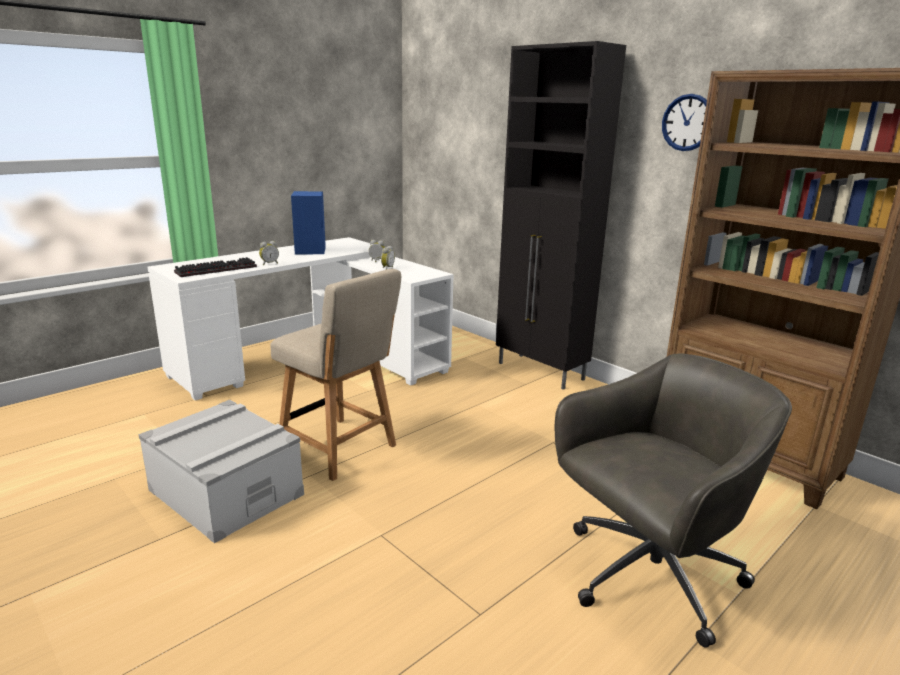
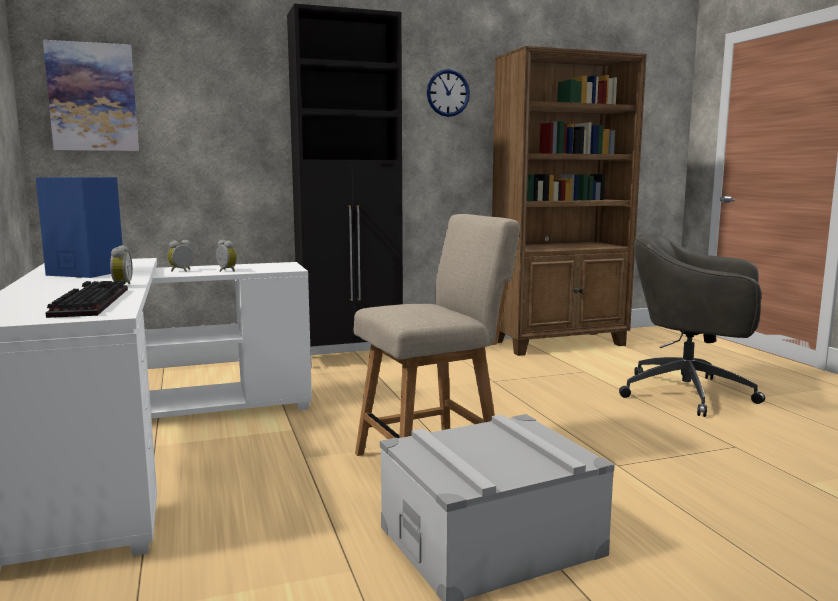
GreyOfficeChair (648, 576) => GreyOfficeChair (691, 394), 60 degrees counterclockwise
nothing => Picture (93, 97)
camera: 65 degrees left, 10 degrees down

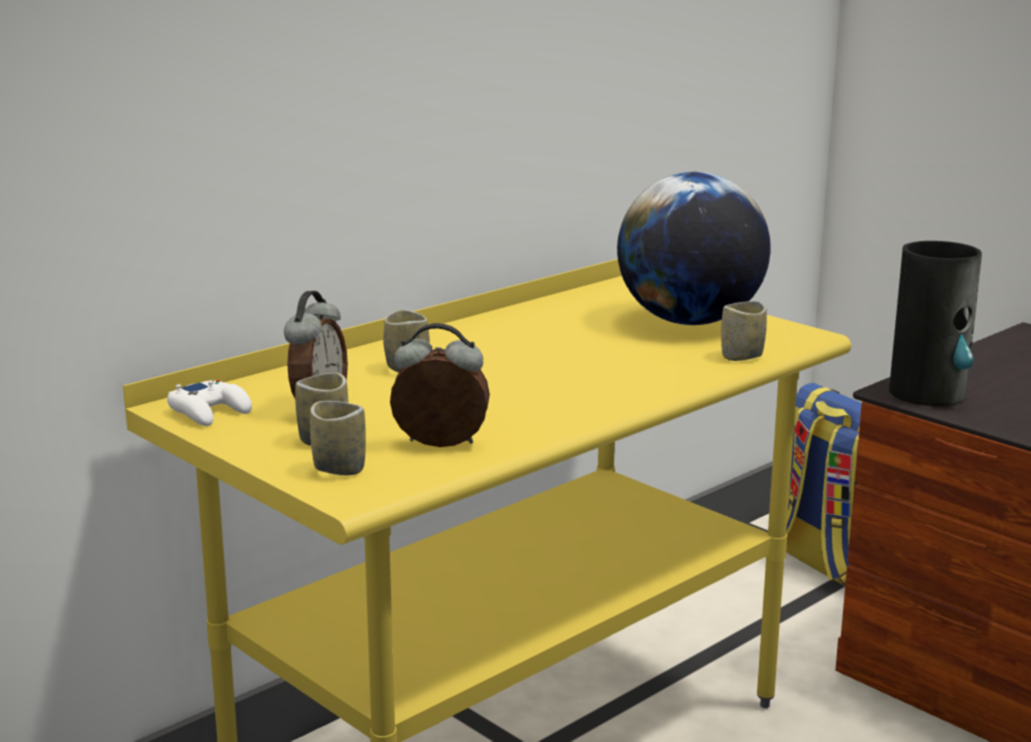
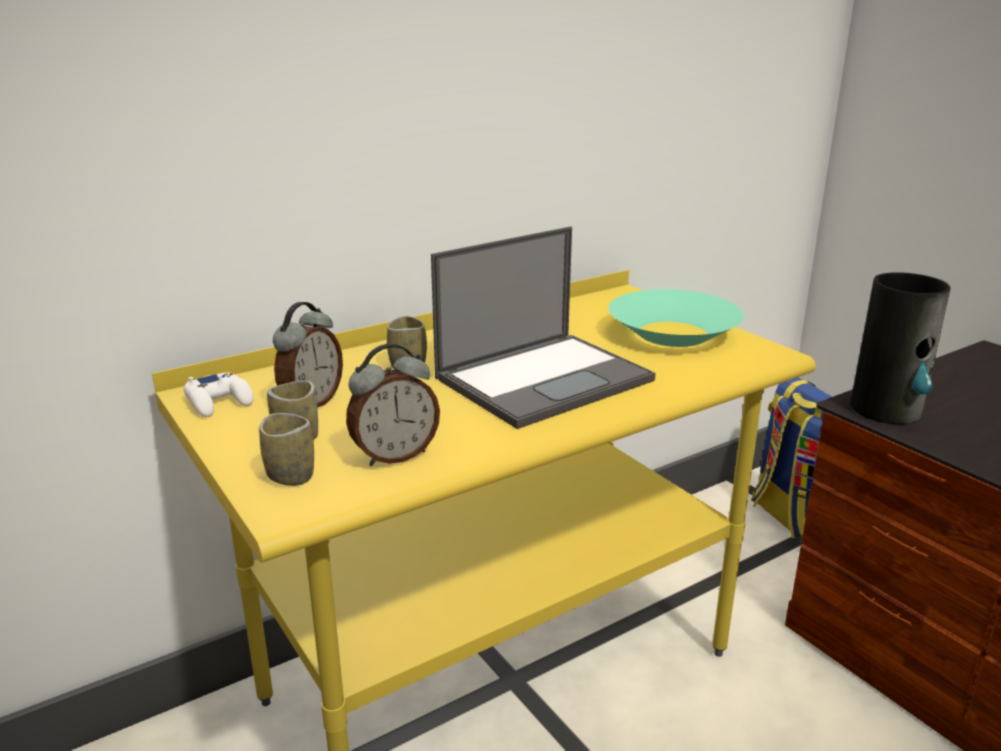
AlarmClock (440, 445) => AlarmClock (394, 455), 135 degrees clockwise
Globe (690, 322) => TurquoiseBowl (672, 333)
Cup (742, 356) => nothing
nothing => Laptop (545, 378)
camera: 10 degrees right, 5 degrees up

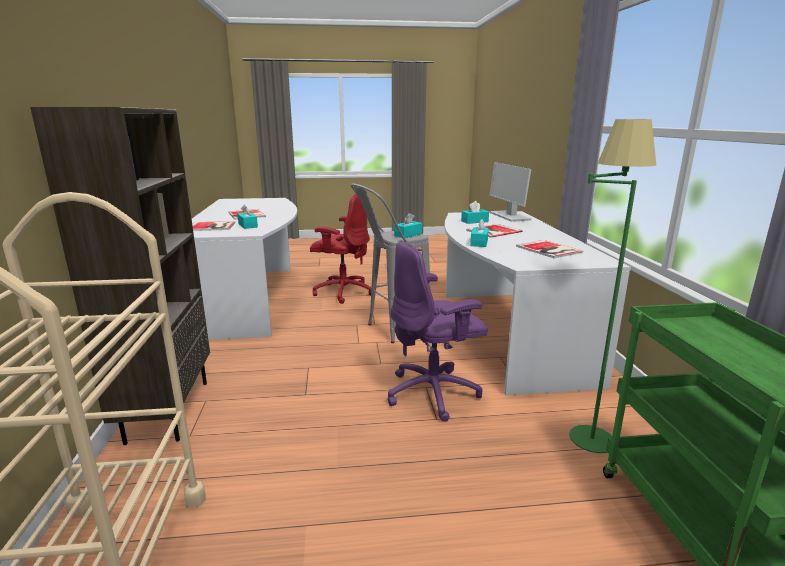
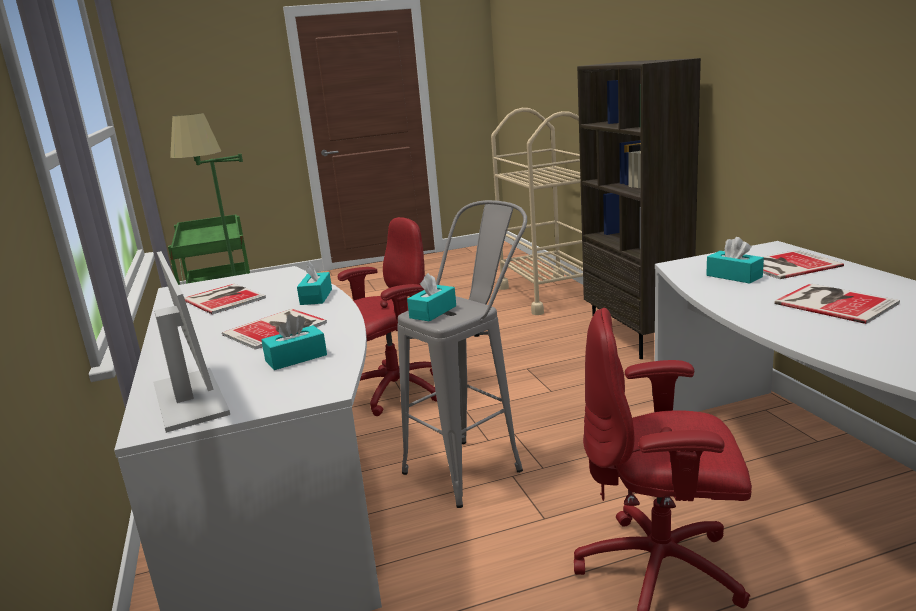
PurpleOfficeChair (434, 393) => RedOfficeChair (394, 391)
camera: 170 degrees right, 0 degrees up

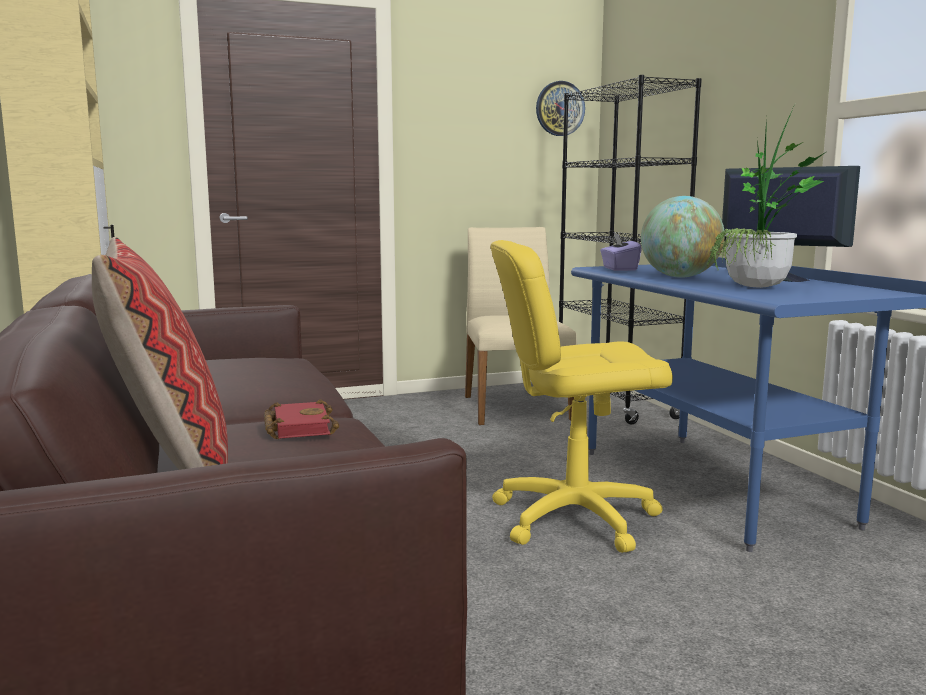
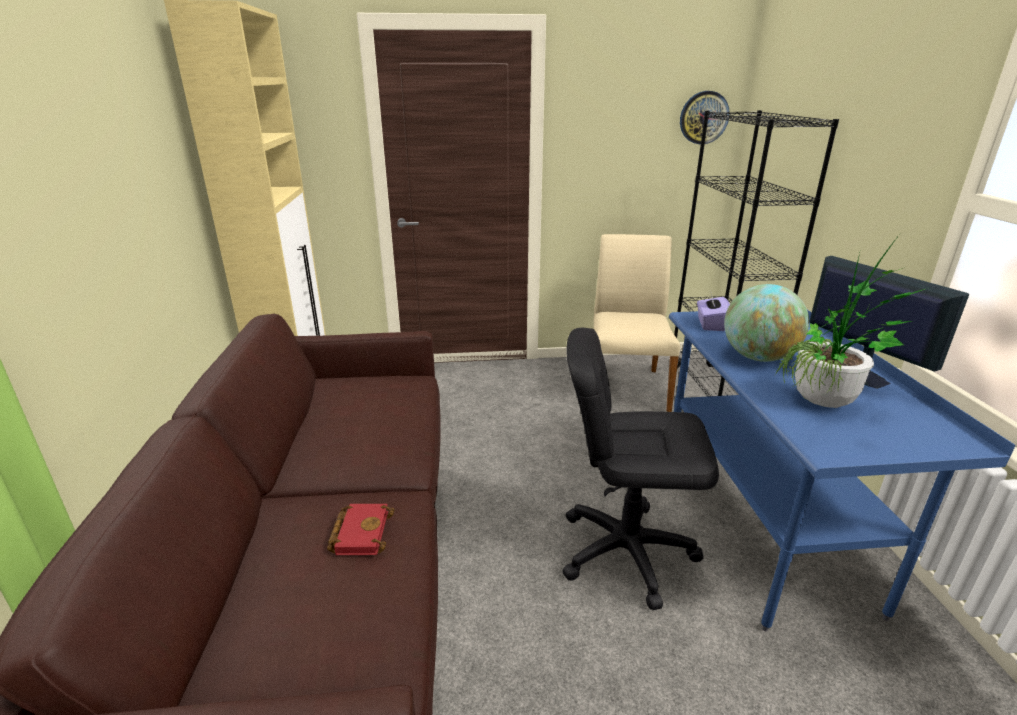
Pillow (172, 469) => nothing
YellowOfficeChair (574, 518) => BlackOfficeChair (626, 551)
camera: 15 degrees right, 15 degrees up

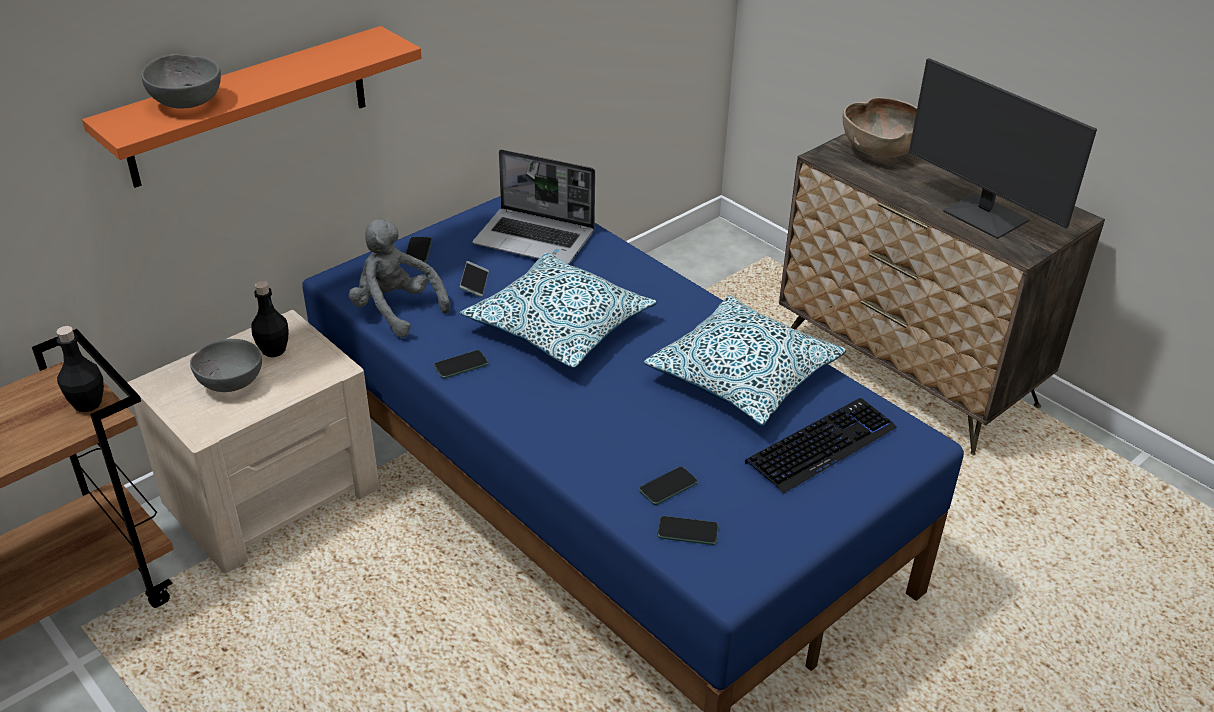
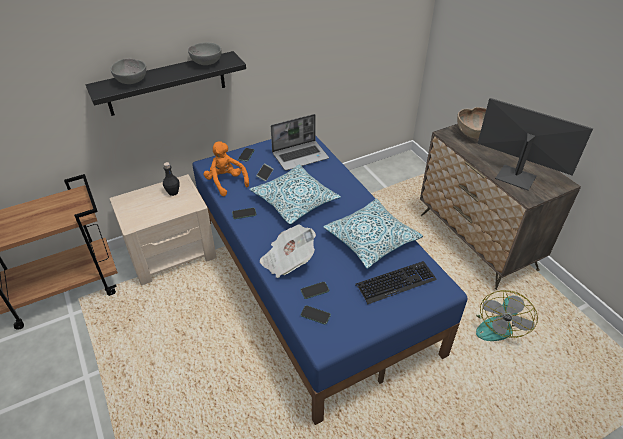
BlackBottle (88, 404) => nothing
OrangeShelf (248, 107) => BlackShelf (166, 84)
GreyBowl (229, 382) => GreyBowl (206, 63), shifted
GreyPlushToy (396, 310) => OrangePlushToy (226, 182)
Laptop (536, 239) => Laptop (300, 156), 60 degrees counterclockwise
Monitor (984, 217) => Monitor (516, 176), 150 degrees clockwise
nothing => Newspaper (287, 260)
nothing => Fan (496, 324)
camera: 15 degrees right, 5 degrees up

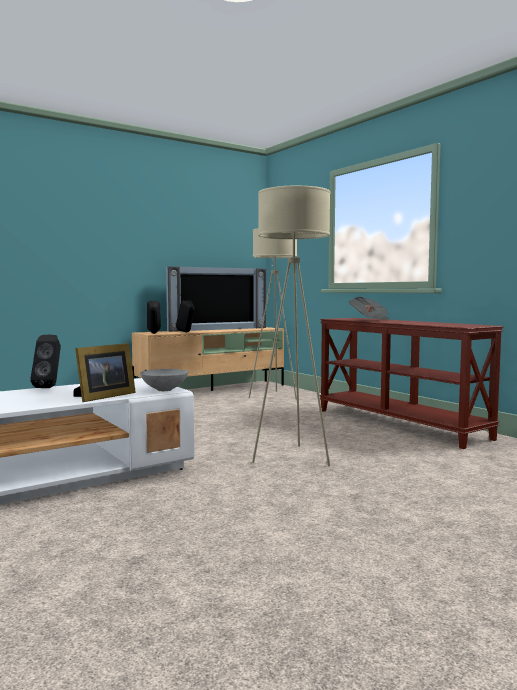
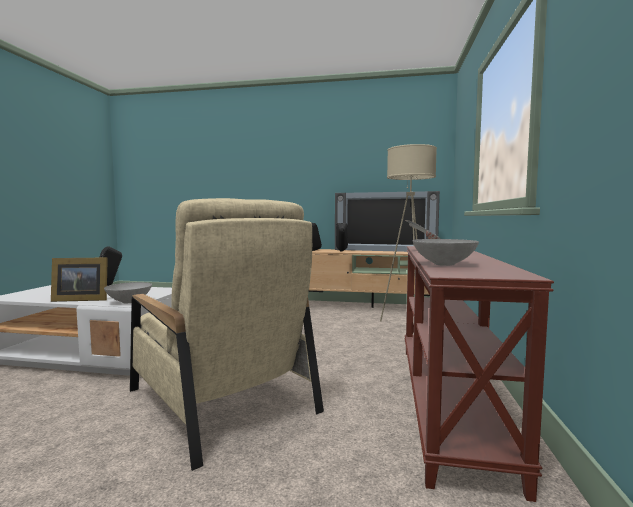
BeigeFloorLamp (292, 458) => BeigeArmchair (220, 400)
nothing => GreyBowl (444, 264)
camera: 45 degrees right, 0 degrees up

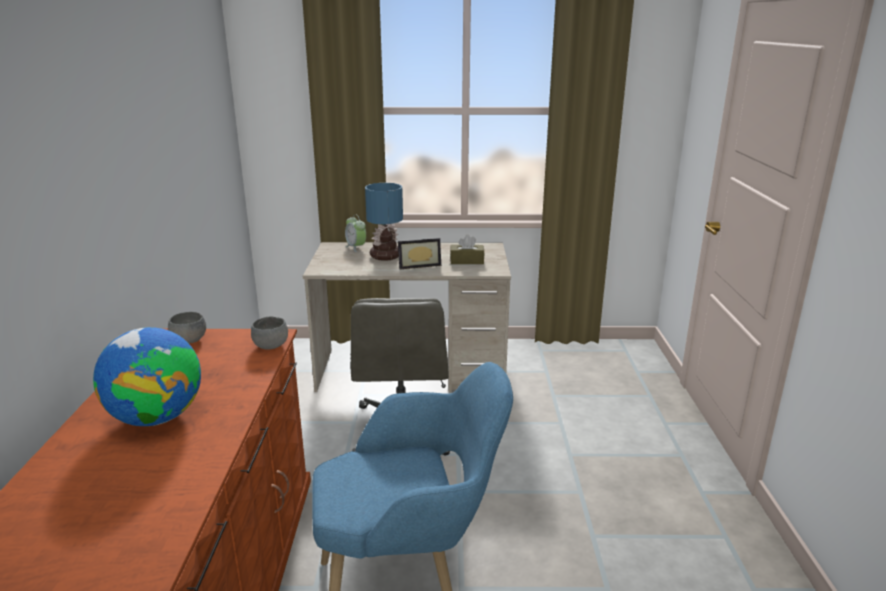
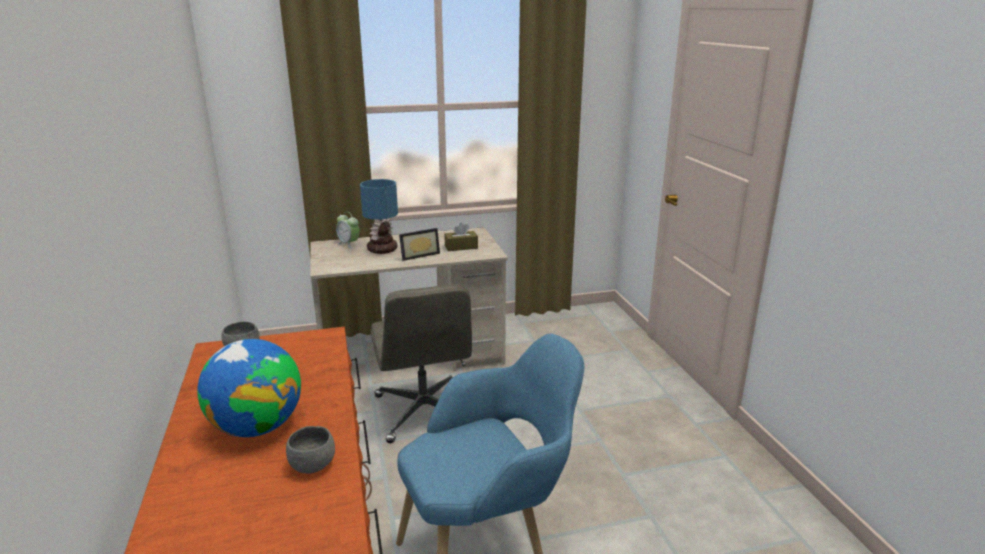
GreyBowl (271, 346) => GreyBowl (313, 465), shifted
camera: 15 degrees left, 0 degrees up

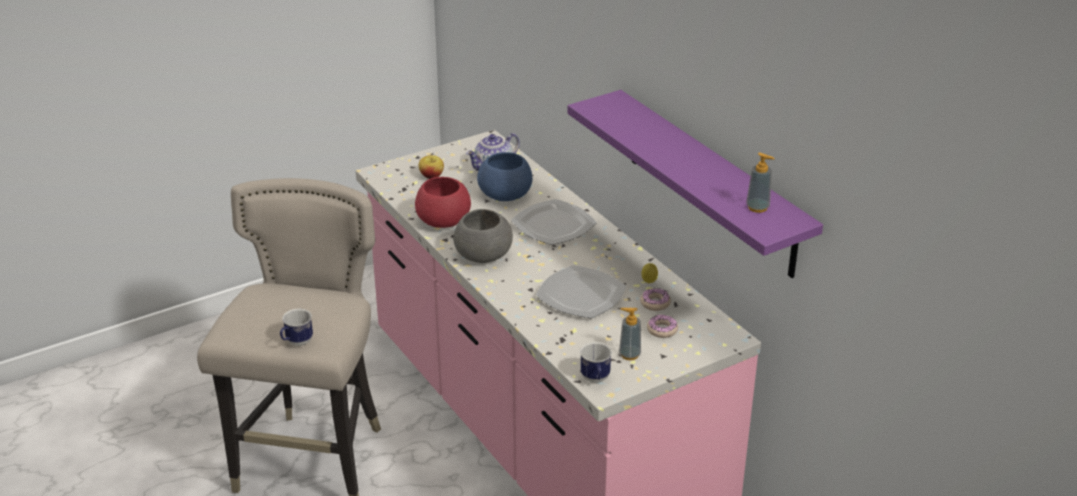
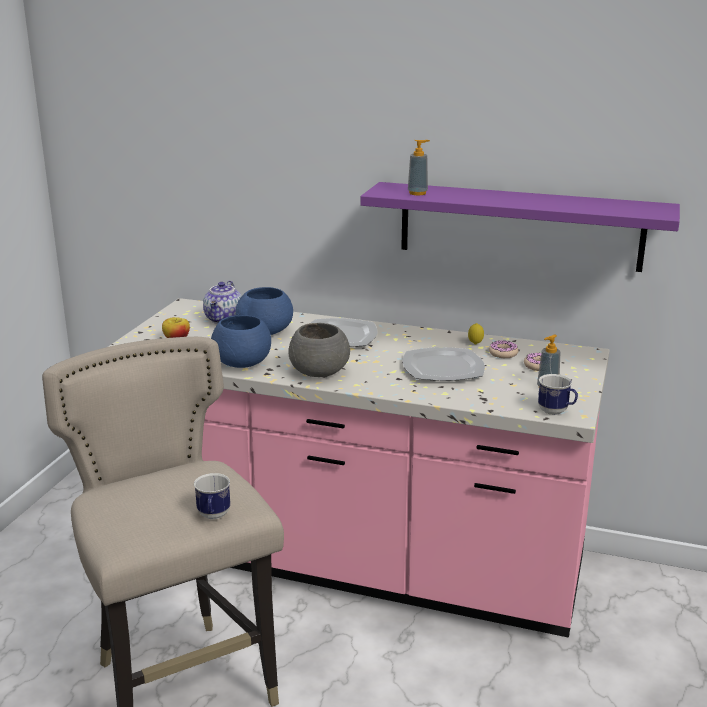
RedBowl (443, 221) => BlueBowl (242, 363)
SoapDispenser (757, 207) => SoapDispenser (417, 193), shifted
camera: 40 degrees left, 10 degrees down

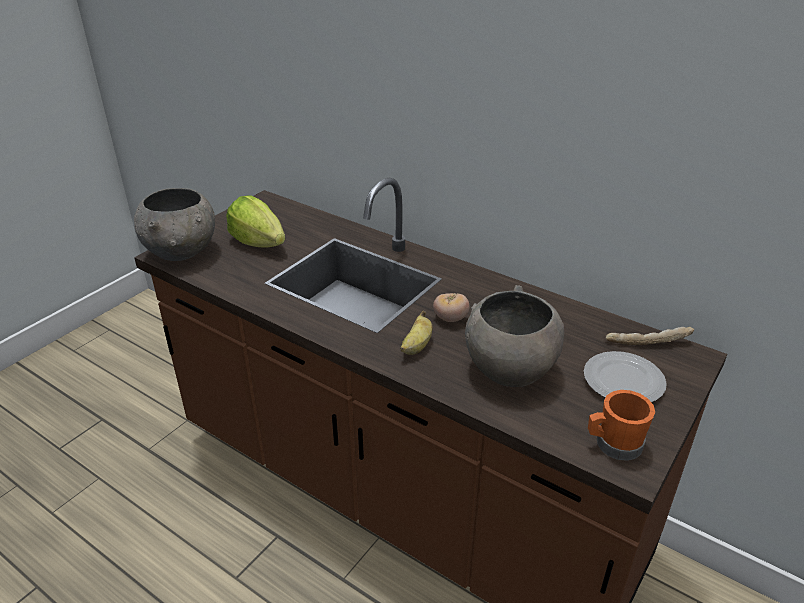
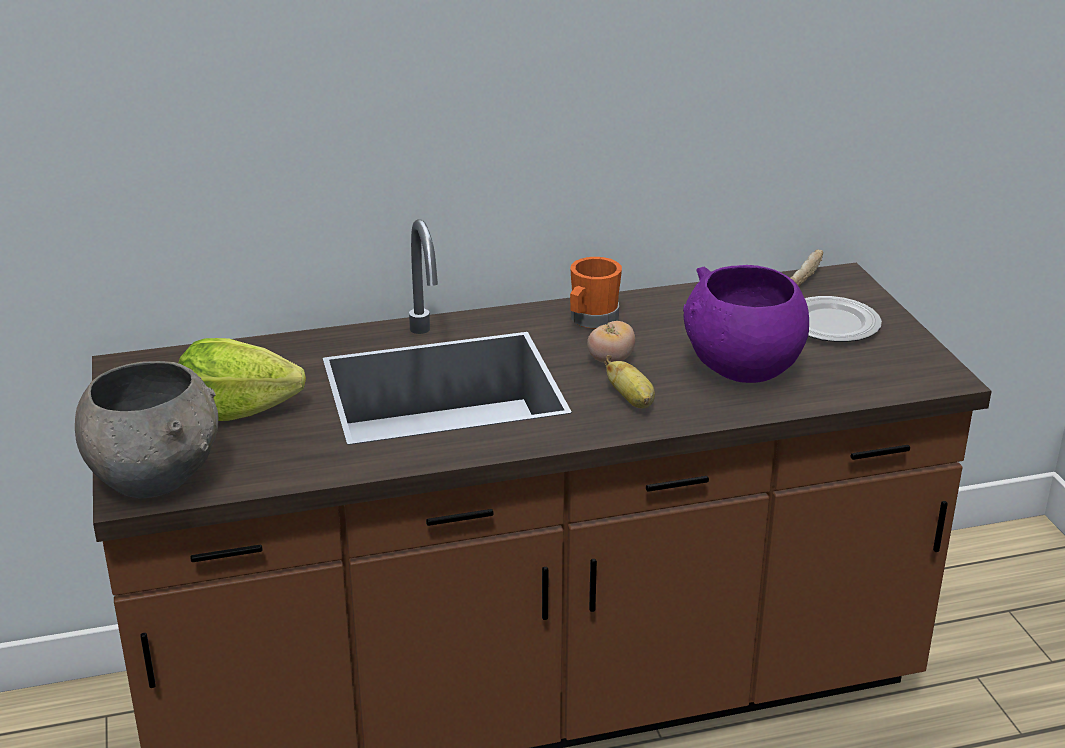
GreyBowl (509, 370) => PurpleBowl (742, 369)
OrangeMug (613, 444) => OrangeMug (591, 320), shifted
camera: 50 degrees left, 5 degrees down

